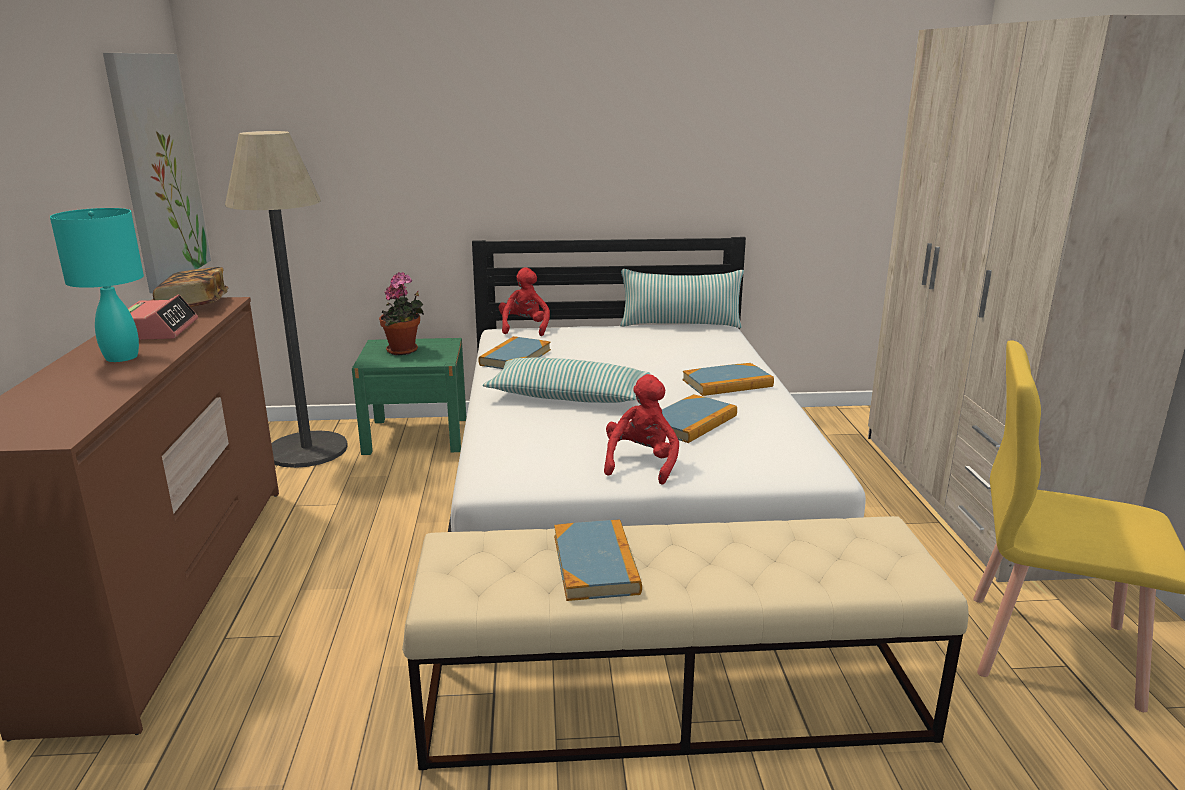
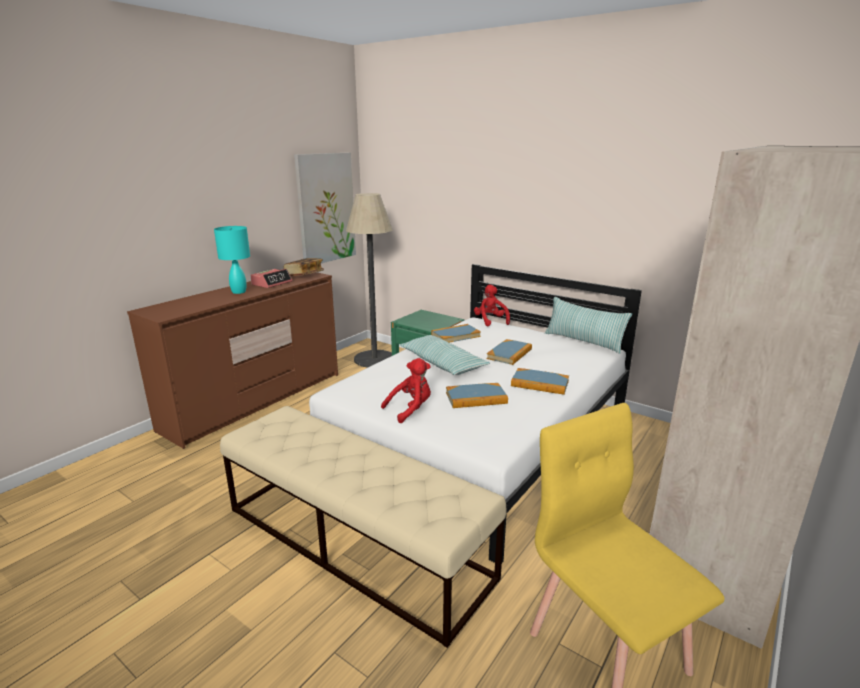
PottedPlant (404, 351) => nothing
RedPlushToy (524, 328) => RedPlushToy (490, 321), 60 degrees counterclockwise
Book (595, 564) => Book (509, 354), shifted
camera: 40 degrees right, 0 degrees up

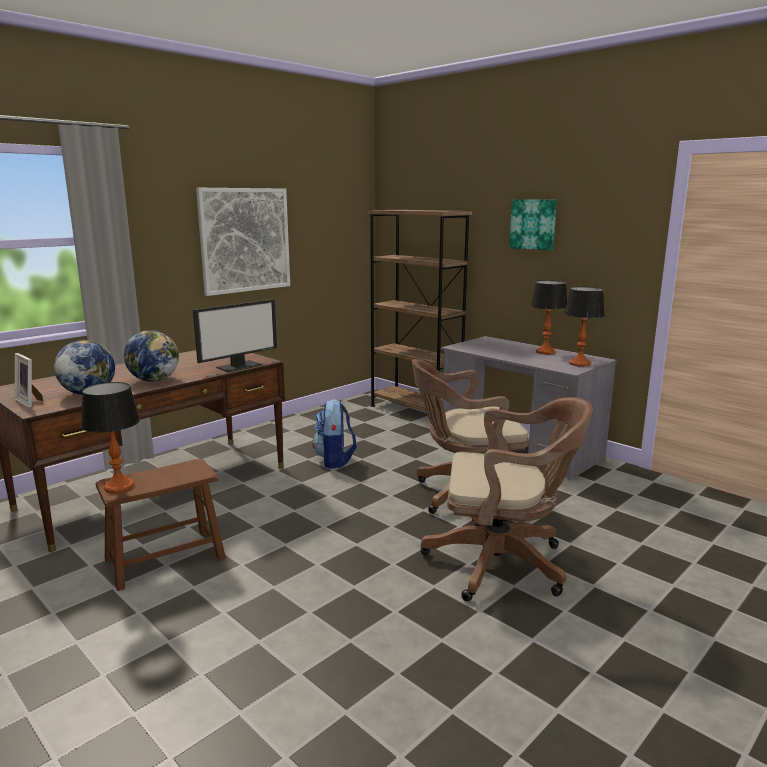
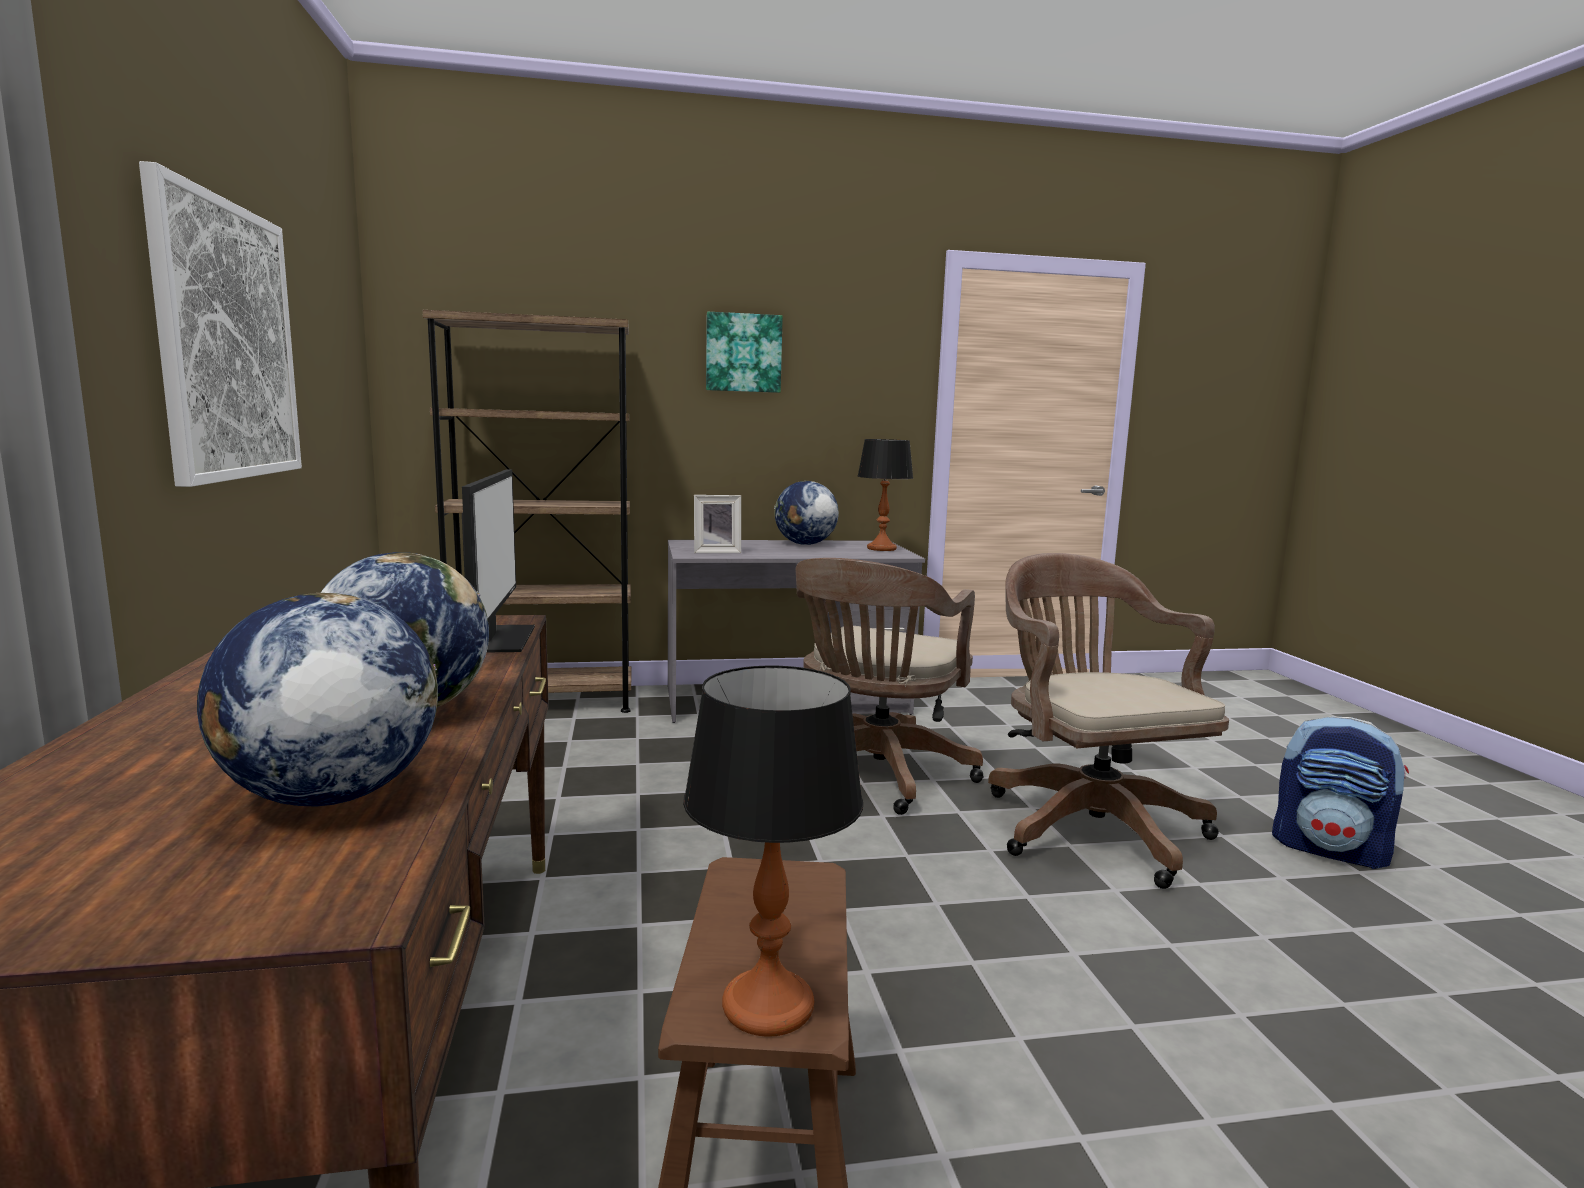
PictureFrame (31, 402) => PictureFrame (716, 552), shifted
Backpack (335, 460) => Backpack (1330, 849), shifted
BrownOfficeChair (504, 563) => BrownOfficeChair (1087, 824), 60 degrees counterclockwise
TableLamp (545, 352) => Globe (804, 544)
camera: 55 degrees left, 5 degrees down

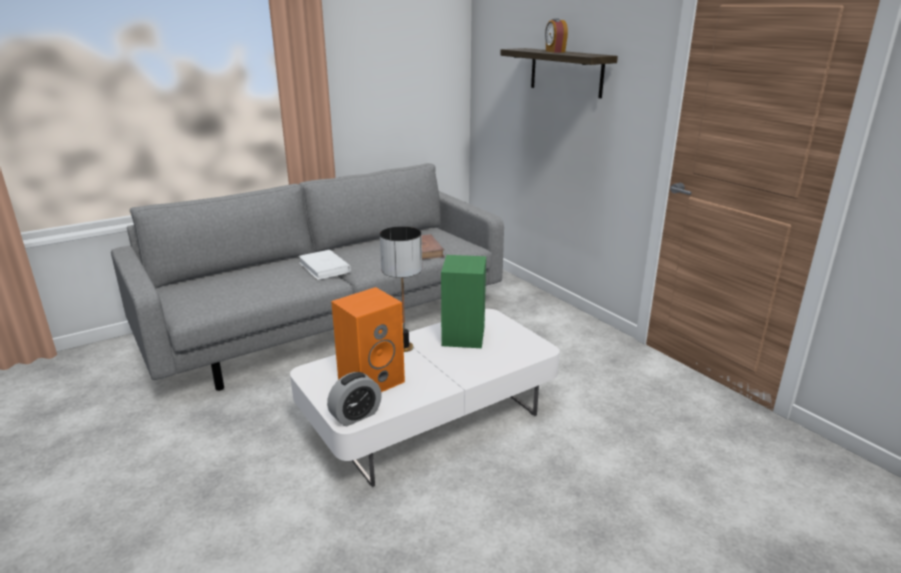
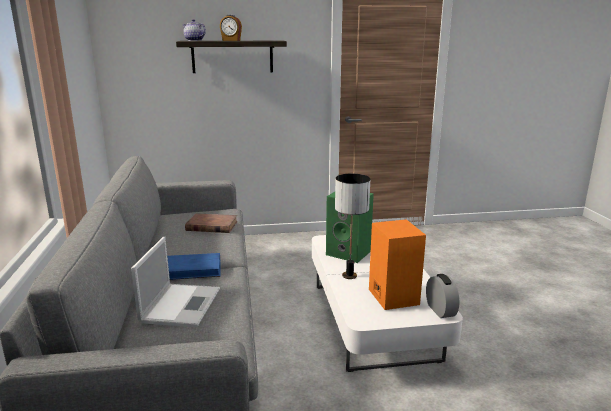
WhiteBook (324, 268) => BlueBook (193, 269)
nothing => Laptop (181, 304)
nothing => Teapot (194, 40)
camera: 65 degrees left, 5 degrees down

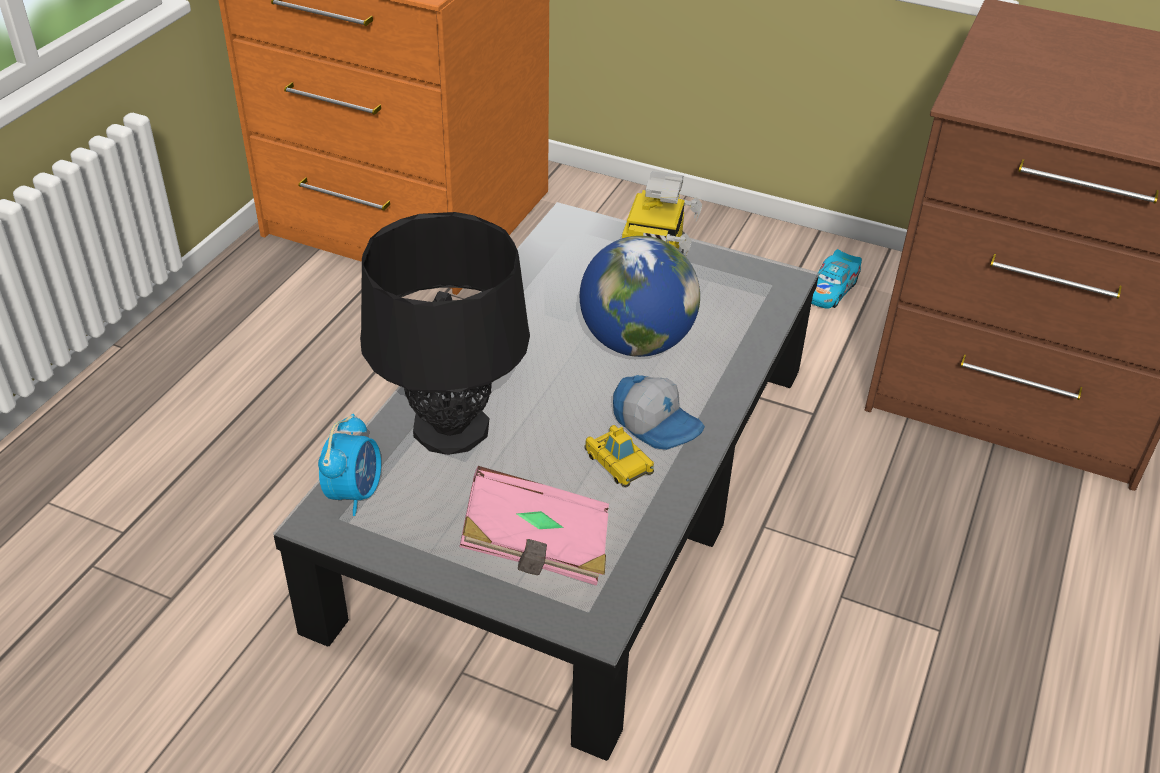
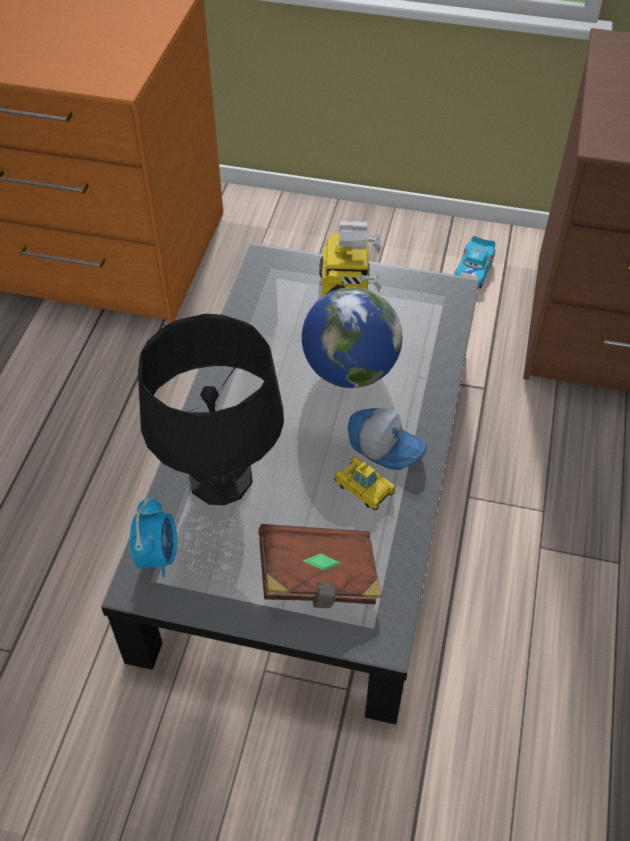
PinkBook (536, 548) => BrownBook (319, 579)
camera: 10 degrees left, 10 degrees up

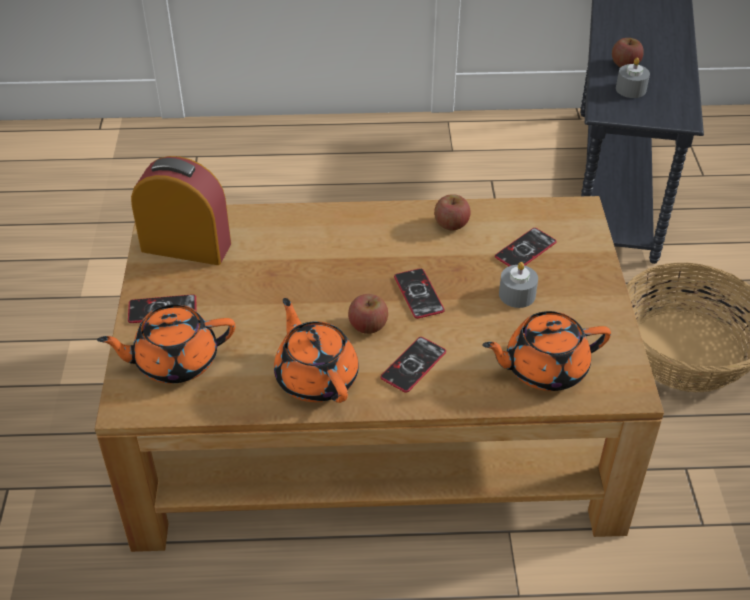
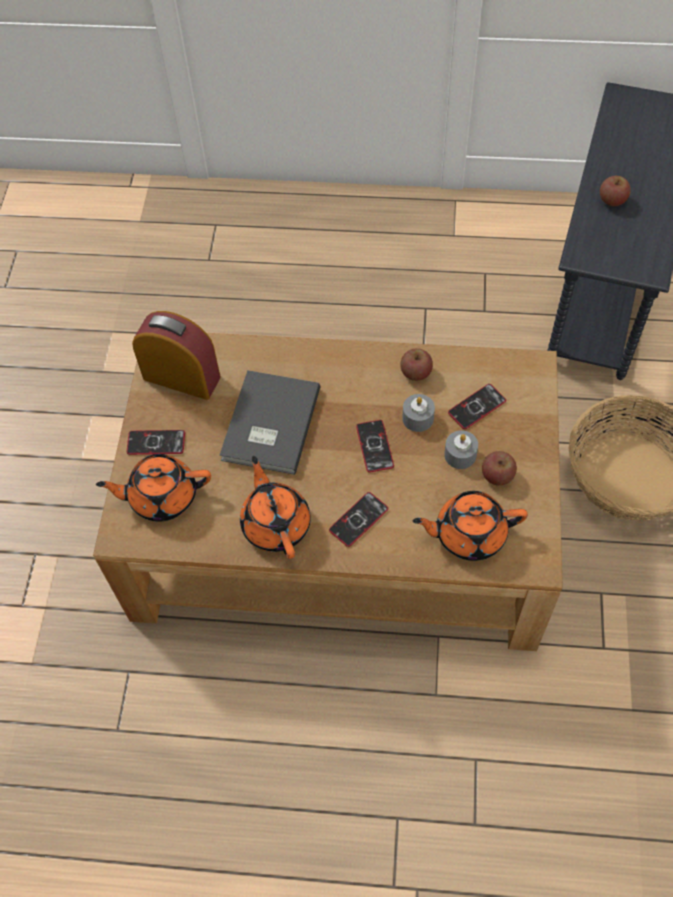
Apple (368, 325) => Apple (497, 475), shifted
GreyCandle (631, 89) => GreyCandle (418, 418), shifted
nothing => GreyBook (268, 425)
camera: 10 degrees right, 15 degrees up

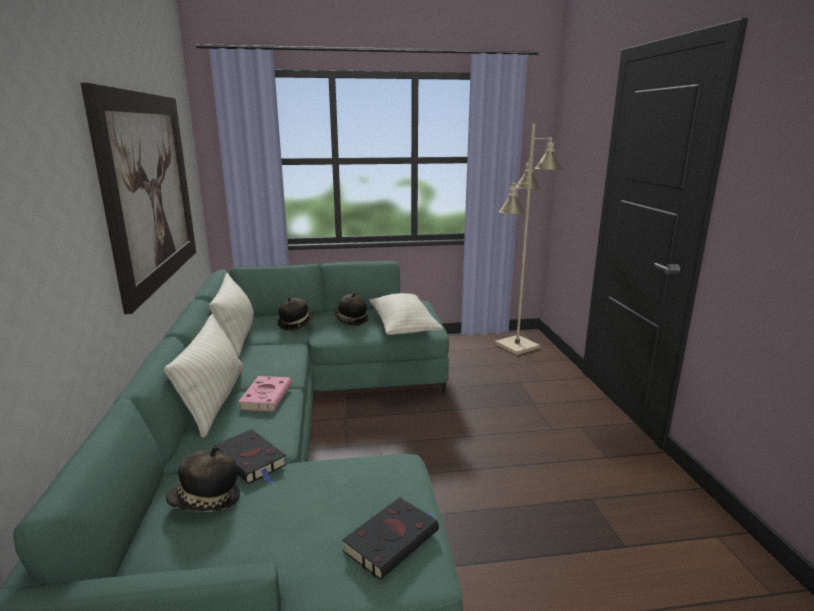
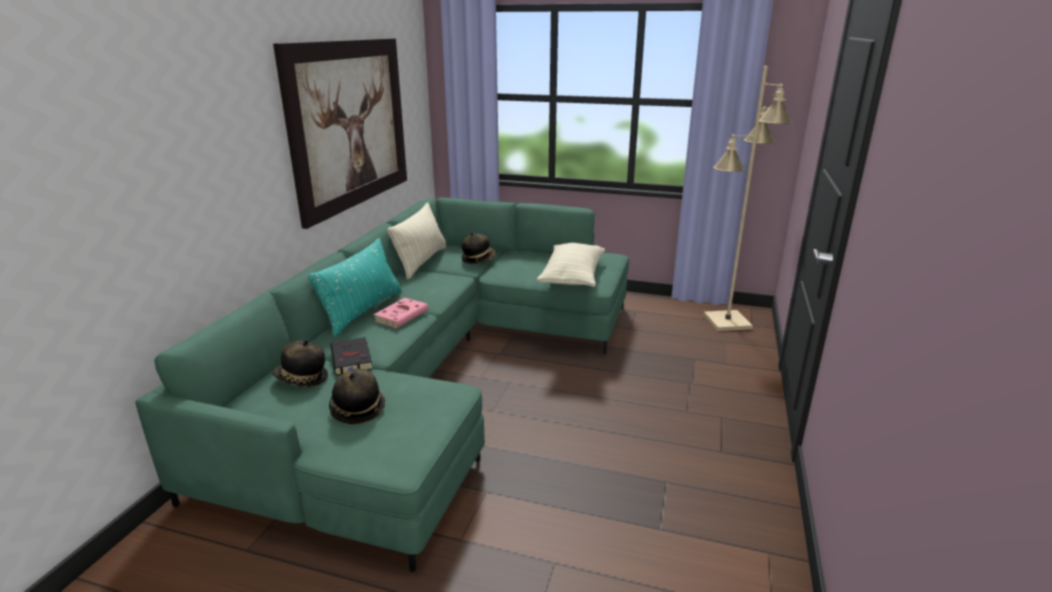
BeigePillow (214, 401) => TurquoisePillow (363, 311)
Hat (351, 320) => Hat (357, 409), shifted
BlackBook (393, 539) => nothing
camera: 25 degrees right, 5 degrees up

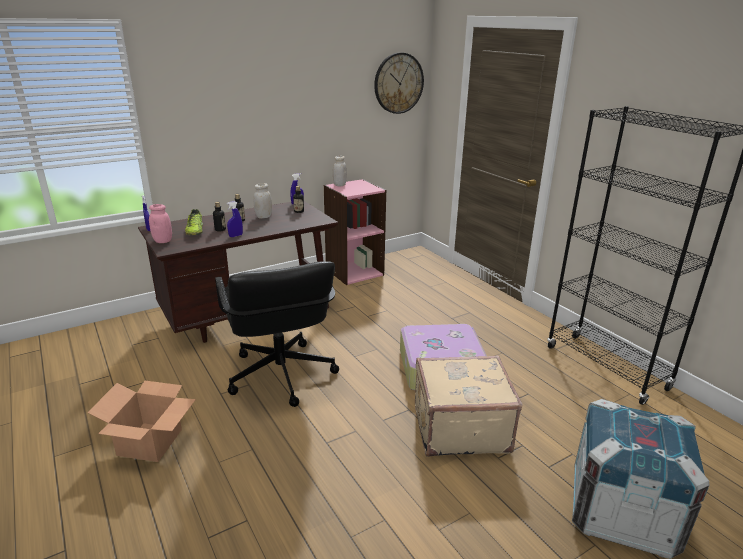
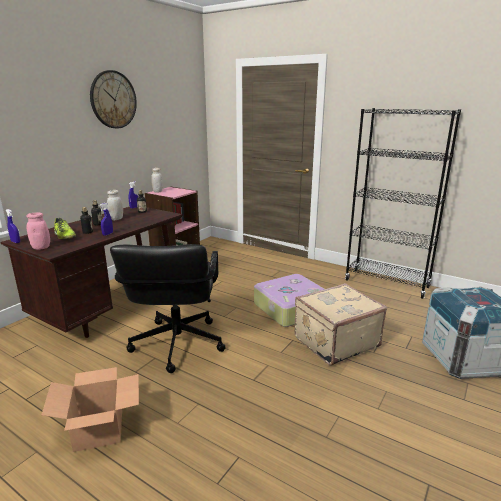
BlackOfficeChair (280, 375) => BlackOfficeChair (176, 344), 45 degrees clockwise
WallClock (398, 83) => WallClock (113, 100), shifted
camera: 25 degrees left, 5 degrees down

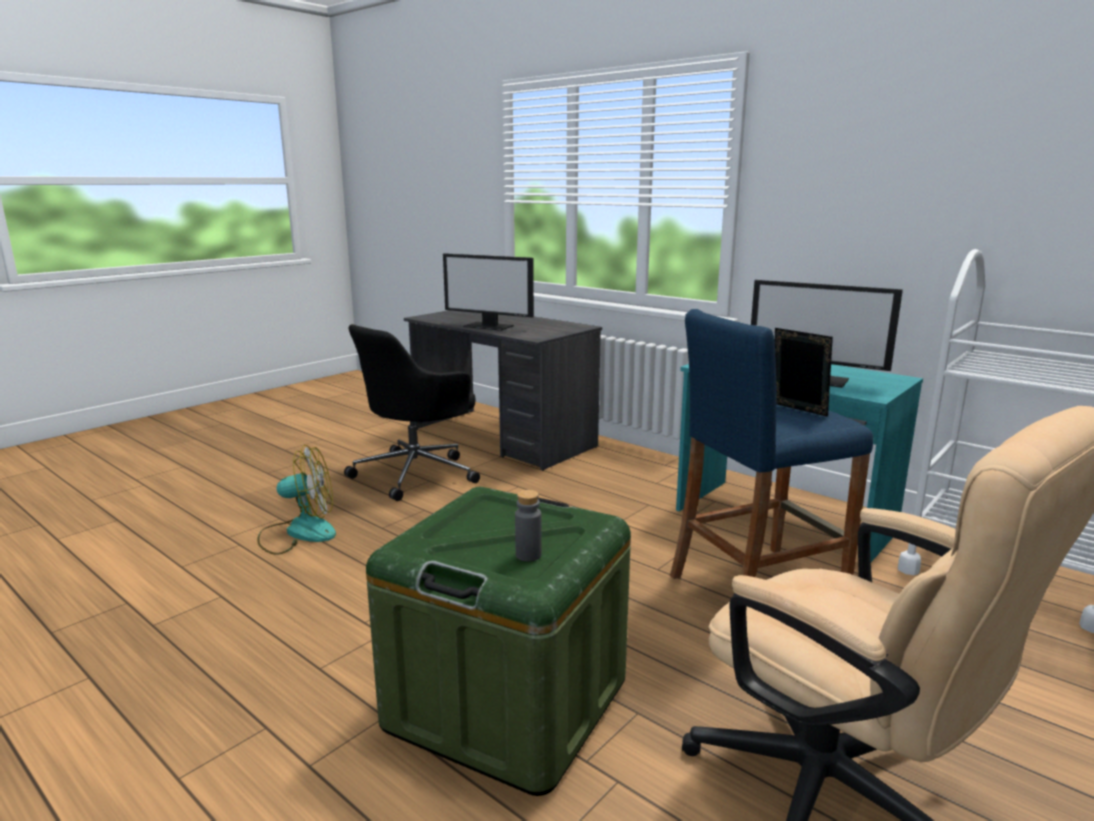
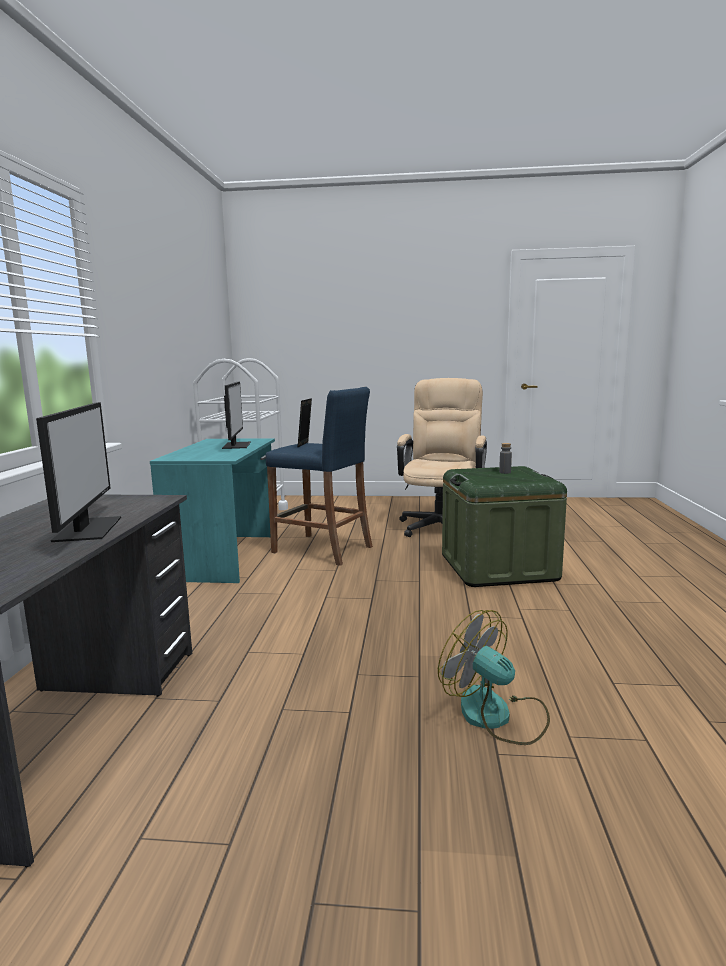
BlackOfficeChair (417, 473) => nothing
camera: 125 degrees left, 5 degrees down

